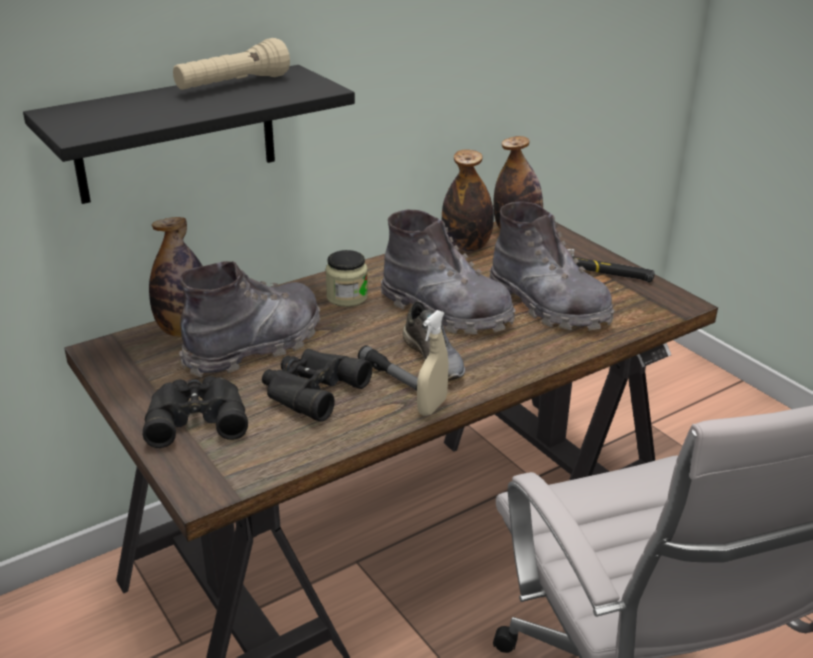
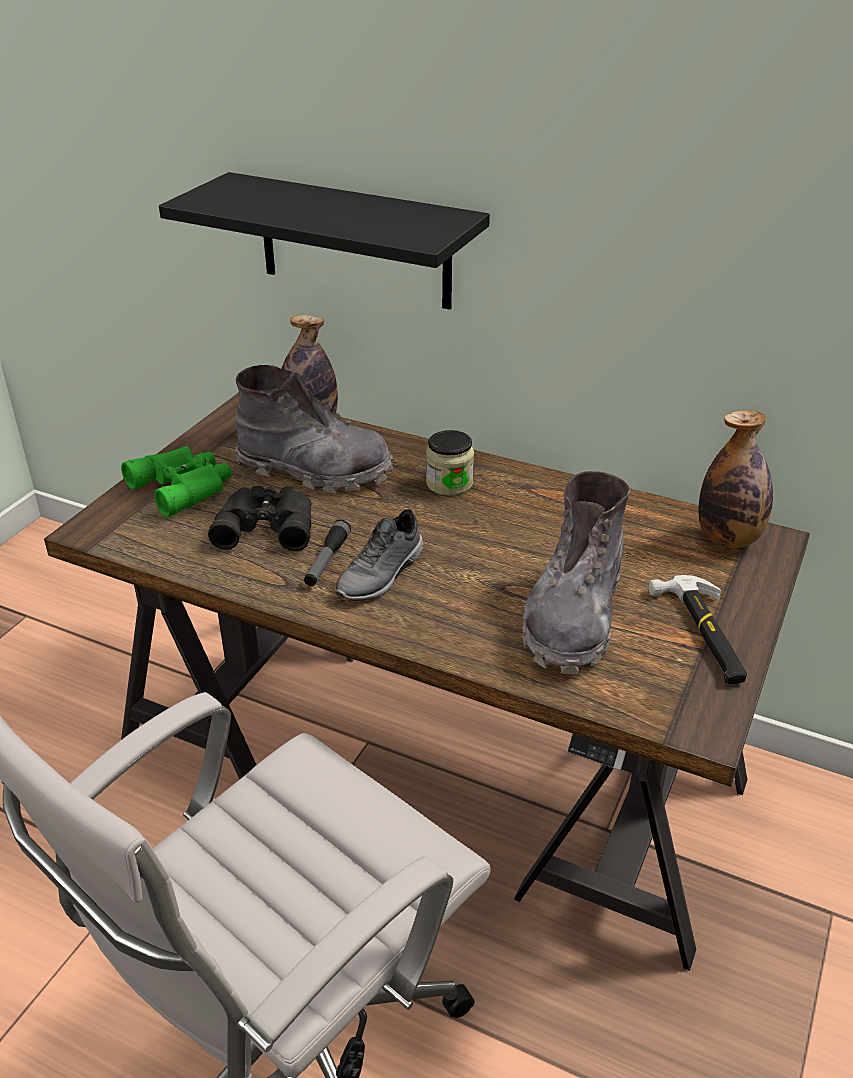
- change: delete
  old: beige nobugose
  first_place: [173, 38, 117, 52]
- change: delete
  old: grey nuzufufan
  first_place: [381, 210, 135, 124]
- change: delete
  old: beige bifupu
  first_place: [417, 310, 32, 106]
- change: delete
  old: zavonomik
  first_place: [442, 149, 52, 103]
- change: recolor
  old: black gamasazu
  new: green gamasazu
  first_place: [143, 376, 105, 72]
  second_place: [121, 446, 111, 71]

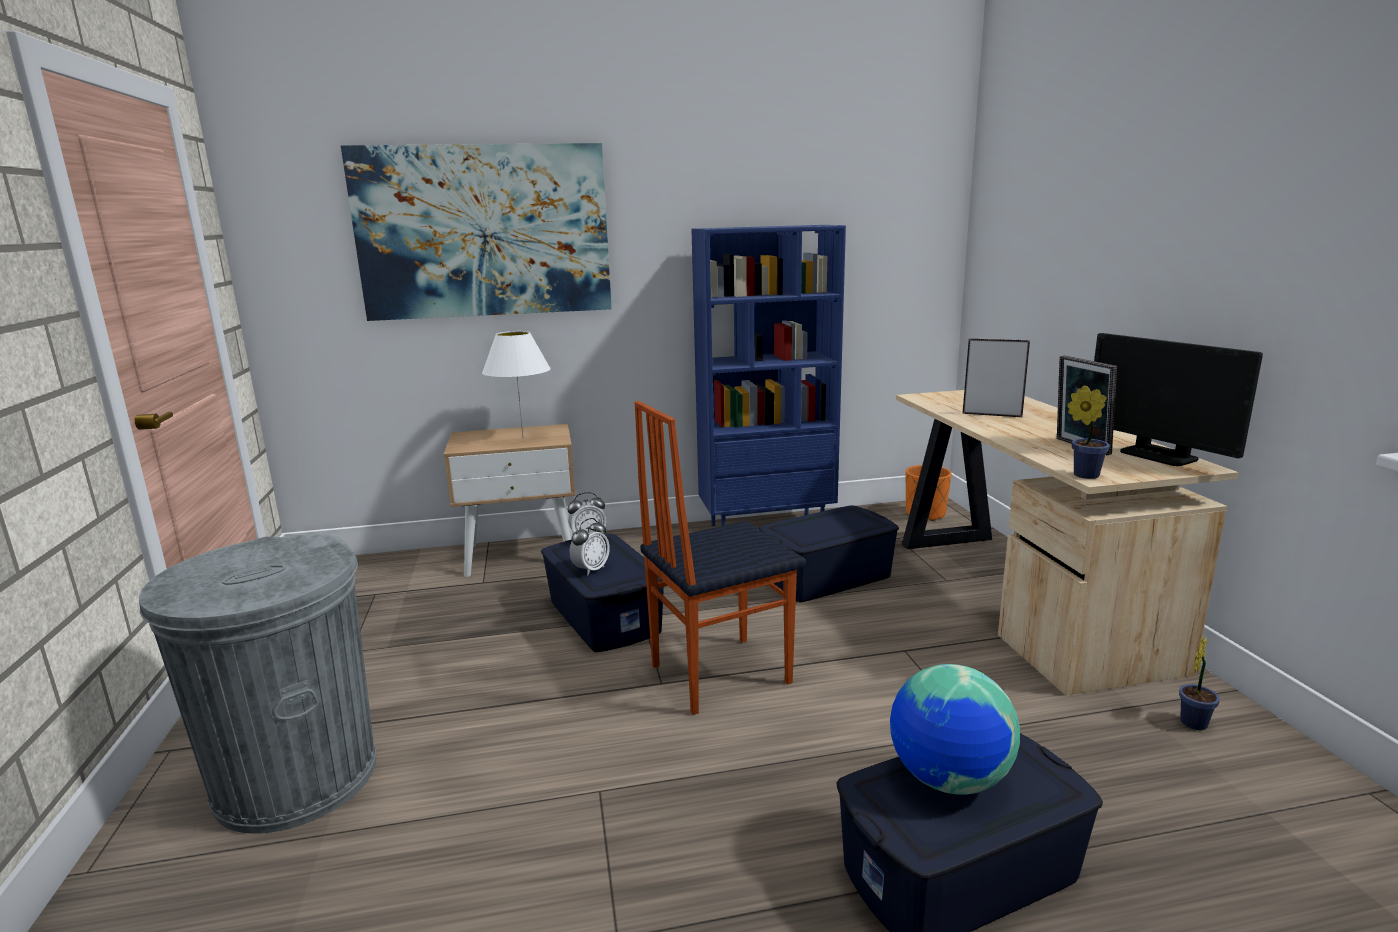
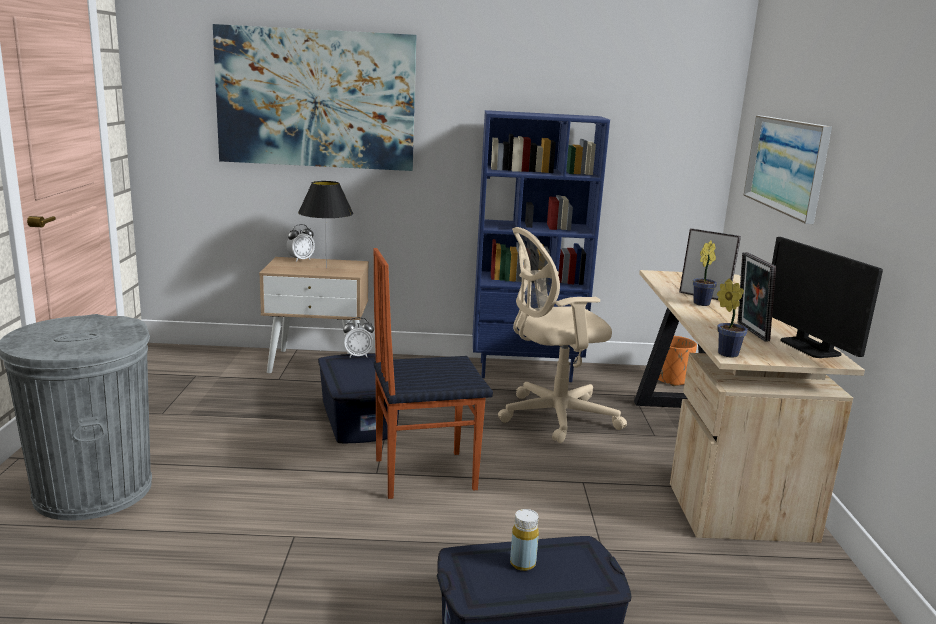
- change: insert
  new: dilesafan
  second_place: [743, 115, 89, 109]
- change: move
  old: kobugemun
  first_place: [569, 518, 41, 57]
  second_place: [286, 224, 29, 38]
- change: move
  old: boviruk
  first_place: [1179, 635, 41, 95]
  second_place: [693, 241, 24, 65]
- change: replace
  old: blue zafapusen
  new: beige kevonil
  first_place: [759, 505, 140, 97]
  second_place: [498, 227, 129, 216]
- change: replace
  old: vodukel
  new: yellow zavonomik
  first_place: [890, 664, 130, 131]
  second_place: [510, 509, 29, 62]
- change: recolor
  old: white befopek
  new: black befopek
  first_place: [482, 331, 69, 106]
  second_place: [298, 181, 55, 87]

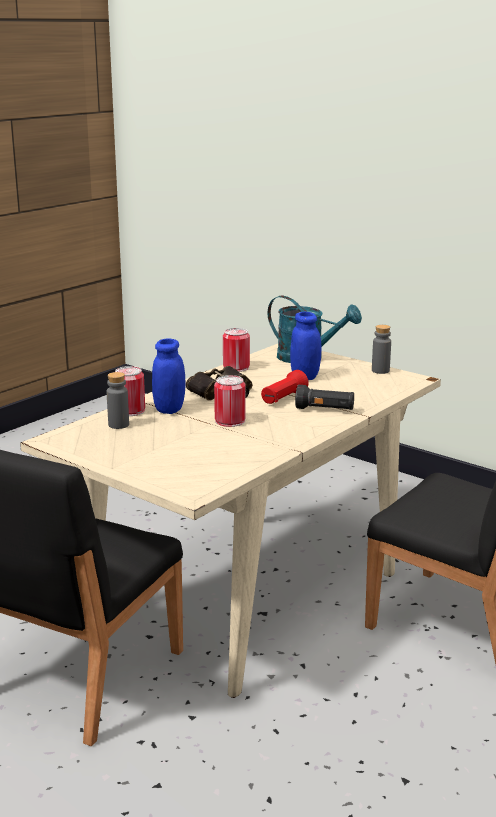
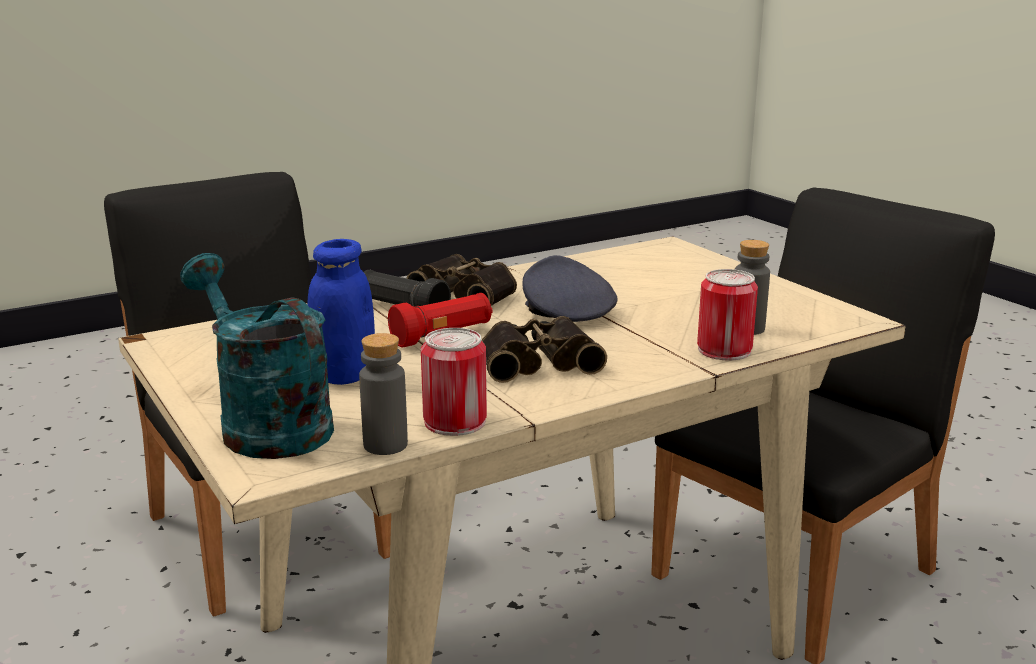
- change: delete
  old: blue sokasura
  first_place: [152, 338, 34, 76]
- change: insert
  new: gamasazu
  second_place: [407, 254, 110, 52]
- change: move
  old: grey zavonomik
  first_place: [372, 325, 19, 49]
  second_place: [359, 333, 49, 122]
- change: replace
  old: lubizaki
  new: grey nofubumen
  first_place: [214, 375, 32, 52]
  second_place: [522, 255, 96, 67]

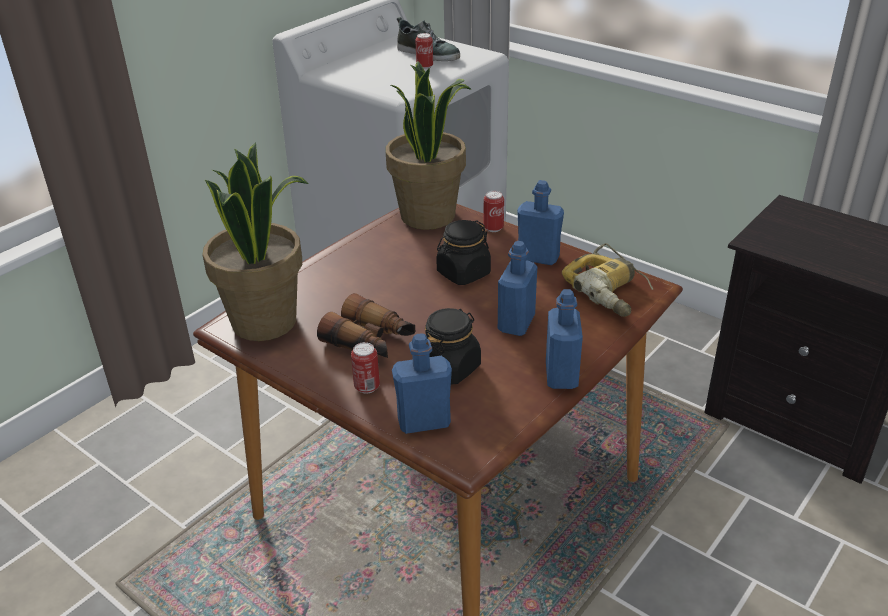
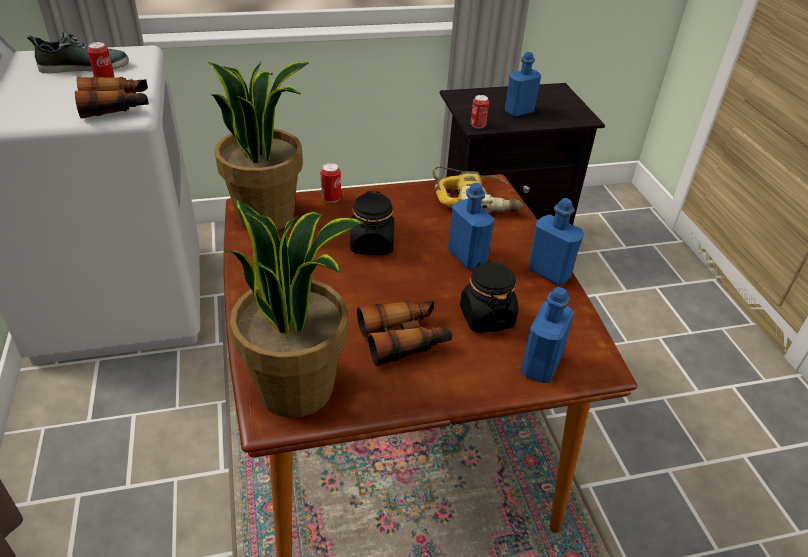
- change: insert
  new: gamasazu
  second_place: [75, 77, 74, 42]
- change: move
  old: lubizaki
  first_place: [351, 342, 29, 52]
  second_place: [471, 95, 18, 33]
- change: move
  old: blue zavonomik
  first_place: [517, 180, 47, 85]
  second_place: [505, 52, 36, 65]

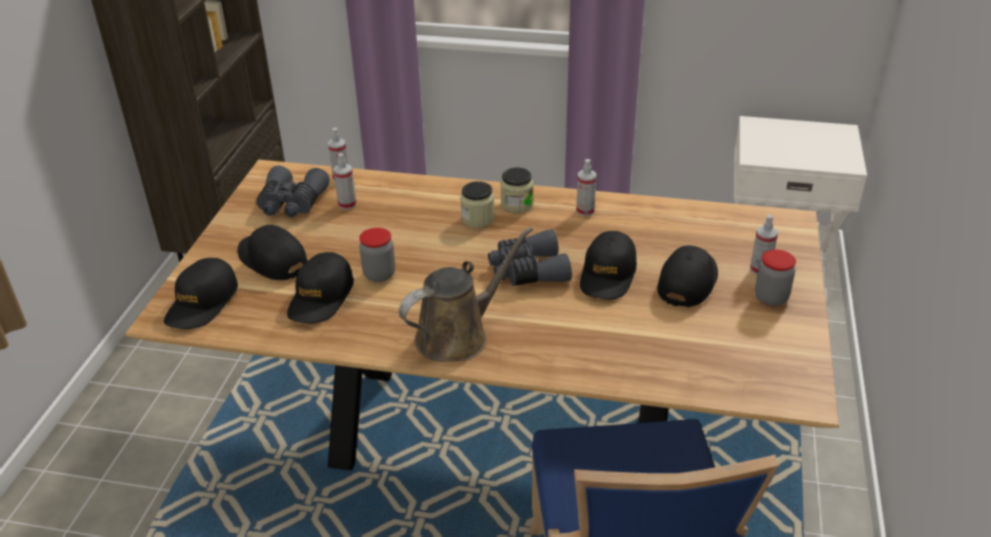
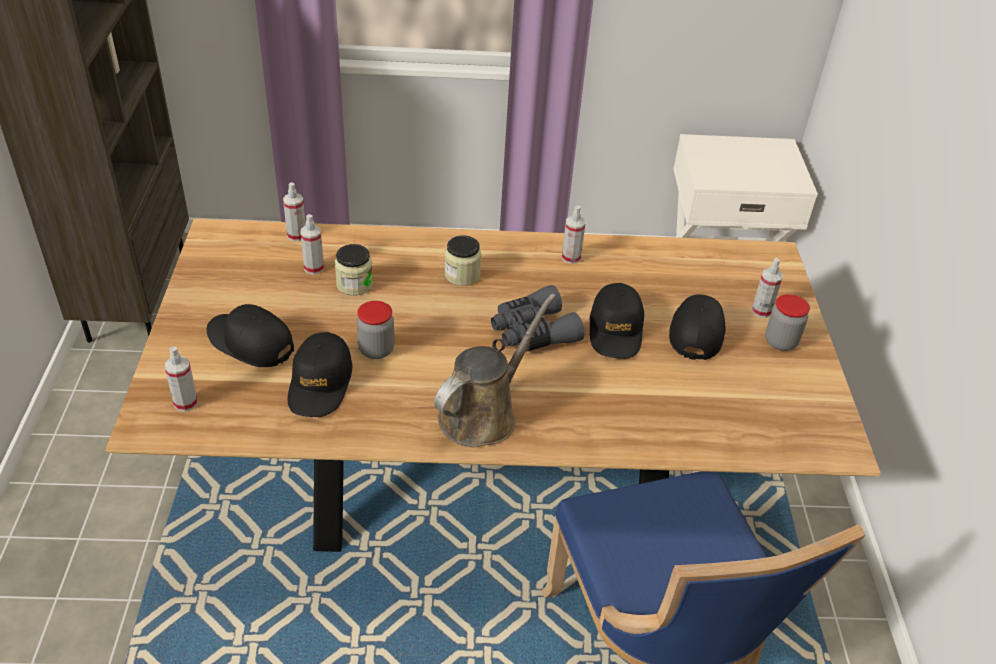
- change: delete
  old: grey gamasazu
  first_place: [256, 166, 74, 51]
- change: move
  old: sokasura
  first_place: [500, 168, 33, 45]
  second_place: [335, 244, 38, 52]
- change: replace
  old: black nofubumen
  new: bifupu
  first_place: [164, 258, 74, 71]
  second_place: [165, 347, 33, 65]

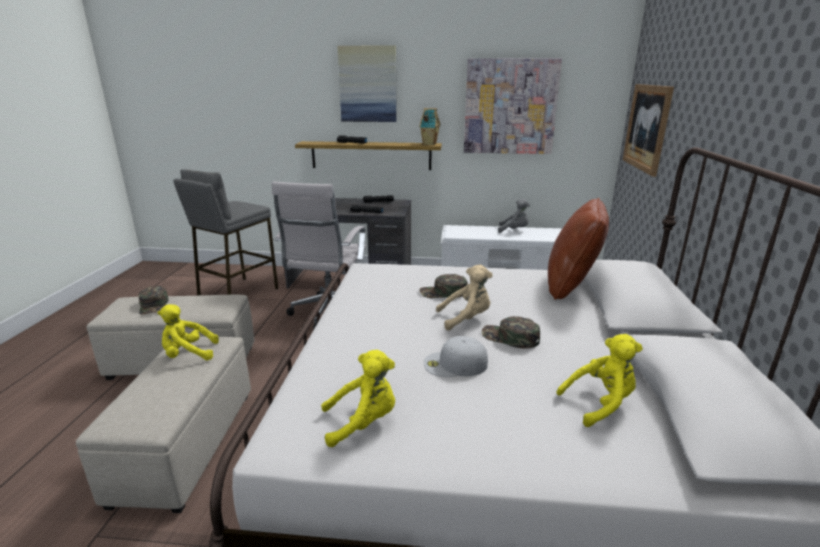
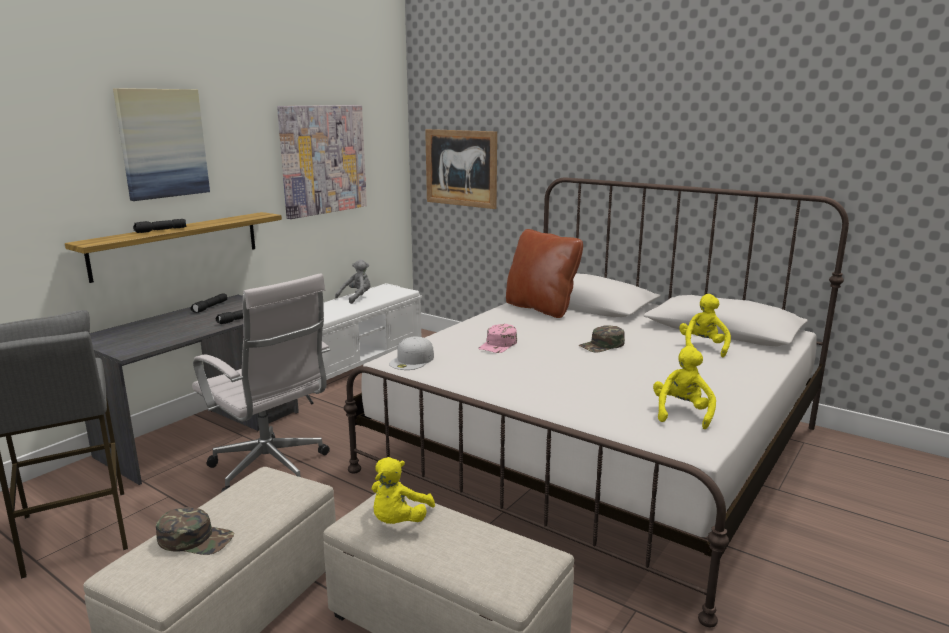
- change: delete
  old: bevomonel
  first_place: [419, 108, 21, 37]
- change: delete
  old: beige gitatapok
  first_place: [436, 265, 57, 65]
- change: move
  old: white nofubumen
  first_place: [424, 336, 64, 41]
  second_place: [389, 336, 45, 34]
- change: recolor
  old: green nofubumen
  new: pink nofubumen
  first_place: [420, 274, 48, 24]
  second_place: [478, 324, 39, 29]

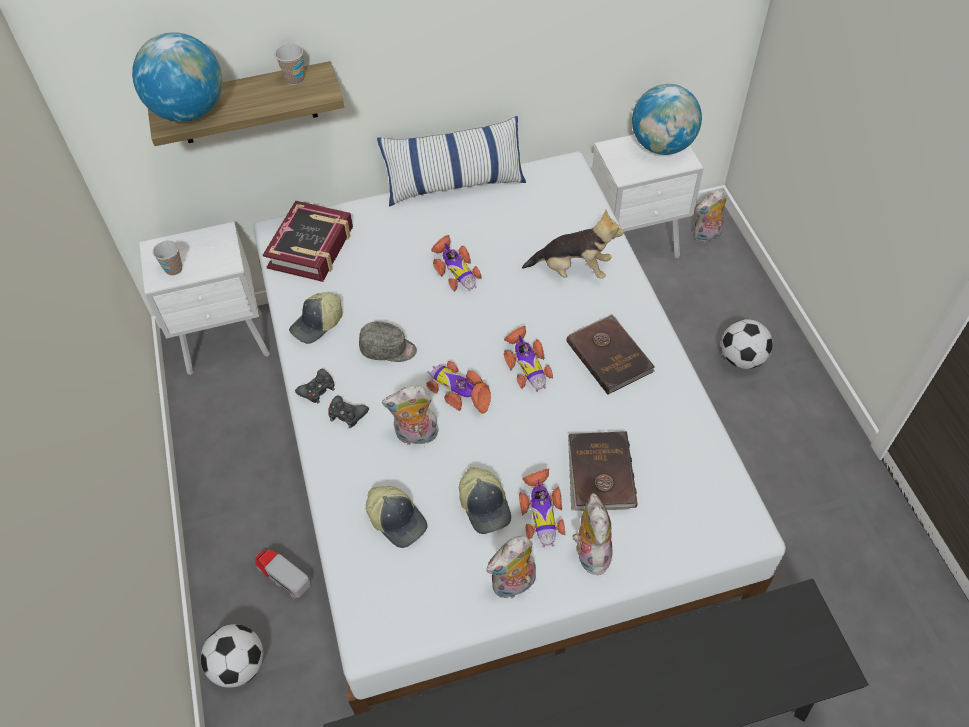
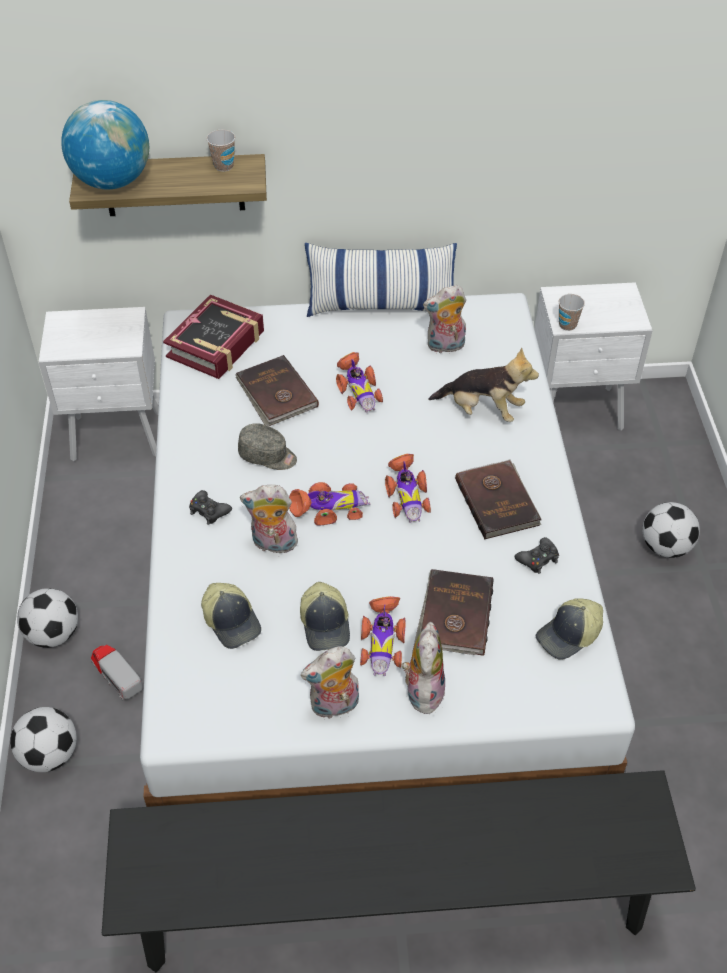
- change: delete
  old: vodukel
  first_place: [632, 84, 70, 71]
- change: insert
  new: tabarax
  second_place: [17, 588, 61, 60]
- change: insert
  new: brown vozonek
  second_place: [235, 355, 84, 71]
- change: move
  old: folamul
  first_place: [153, 240, 29, 36]
  second_place: [559, 294, 26, 37]
- change: move
  old: nofubumen
  first_place: [289, 292, 54, 52]
  second_place: [536, 598, 67, 62]
- change: move
  old: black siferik
  first_place: [295, 369, 40, 34]
  second_place: [515, 537, 44, 37]
- change: move
  old: gitatapok
  first_place: [693, 190, 34, 53]
  second_place: [423, 285, 43, 68]
- change: rotate
  old: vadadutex
  first_place: [427, 361, 64, 53]
  second_place: [289, 482, 81, 44]
  degrees: 120

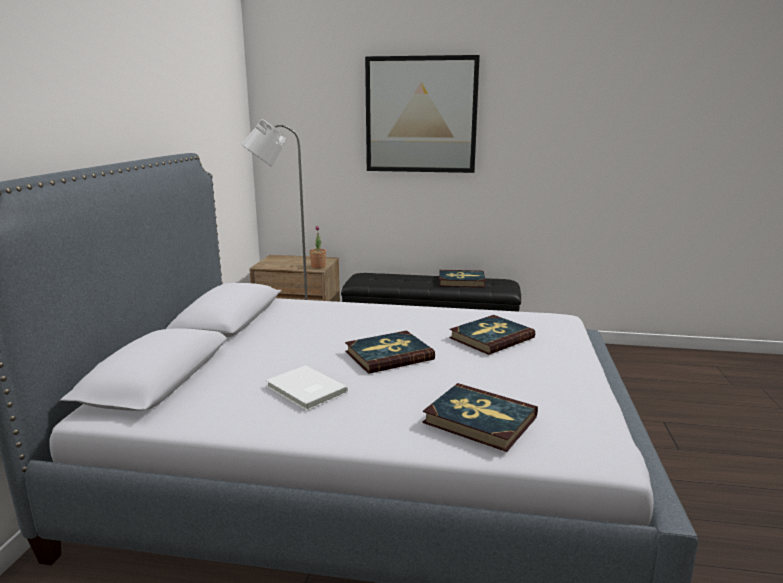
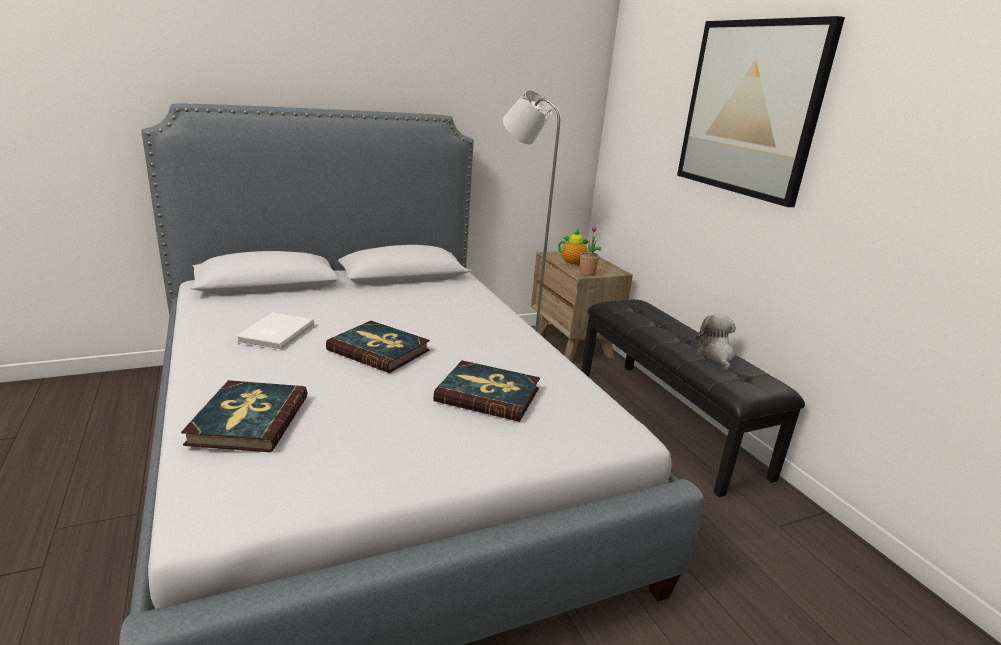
- change: insert
  new: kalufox
  second_place: [558, 229, 43, 37]
- change: replace
  old: vozonek
  new: gitatapok
  first_place: [439, 270, 47, 17]
  second_place: [695, 314, 41, 57]

